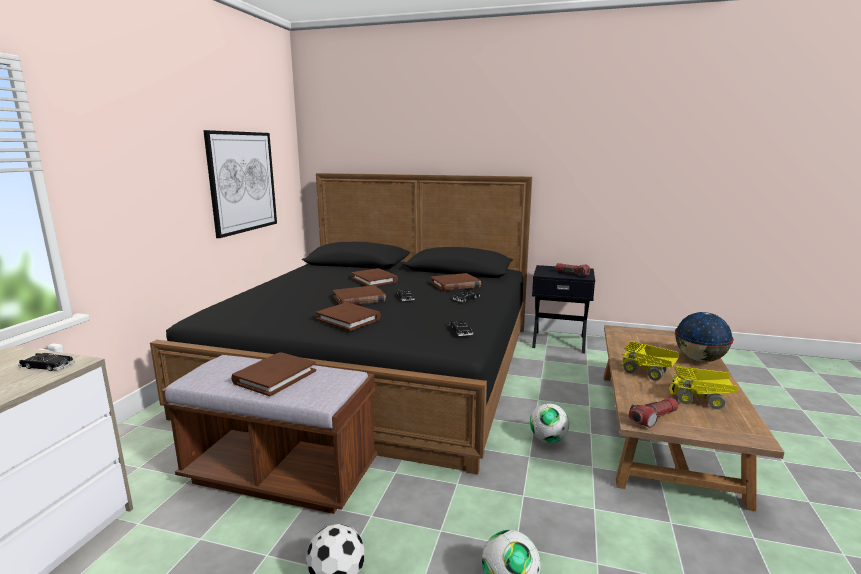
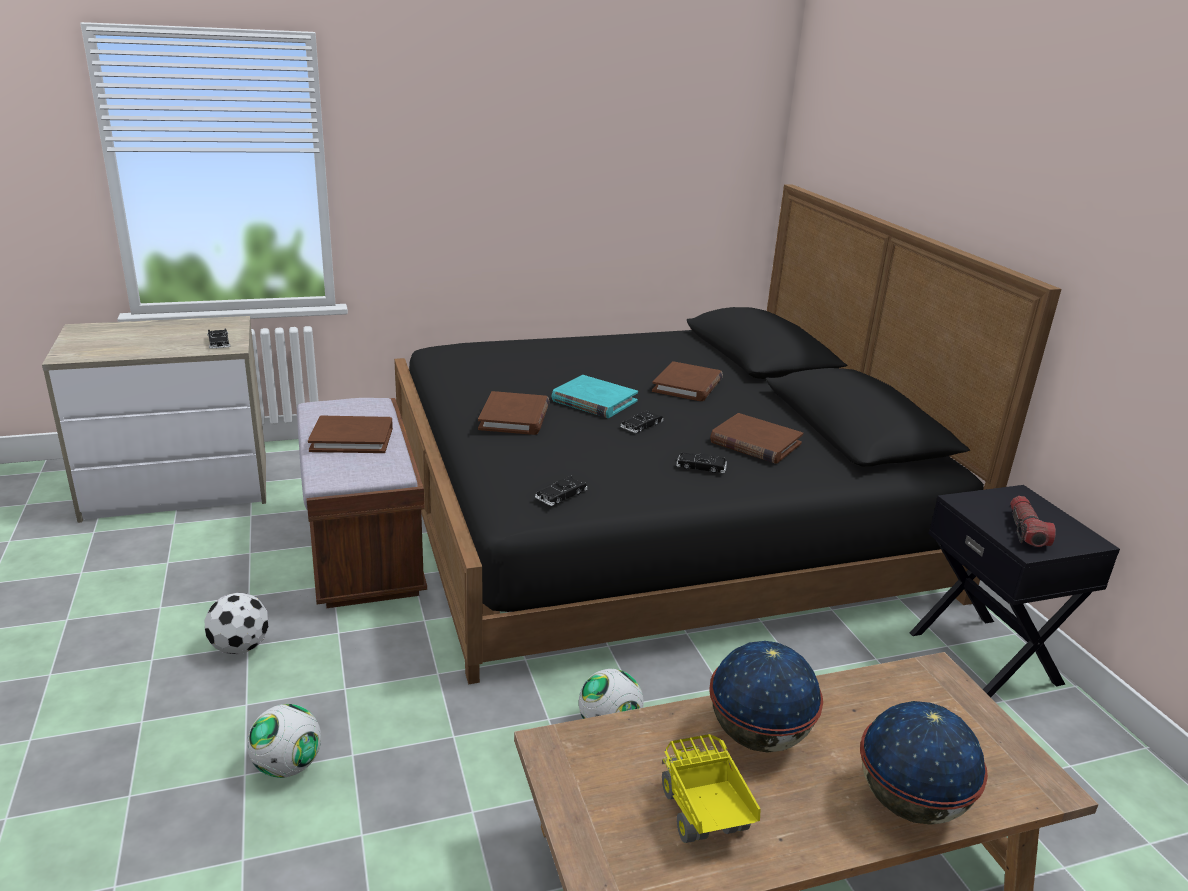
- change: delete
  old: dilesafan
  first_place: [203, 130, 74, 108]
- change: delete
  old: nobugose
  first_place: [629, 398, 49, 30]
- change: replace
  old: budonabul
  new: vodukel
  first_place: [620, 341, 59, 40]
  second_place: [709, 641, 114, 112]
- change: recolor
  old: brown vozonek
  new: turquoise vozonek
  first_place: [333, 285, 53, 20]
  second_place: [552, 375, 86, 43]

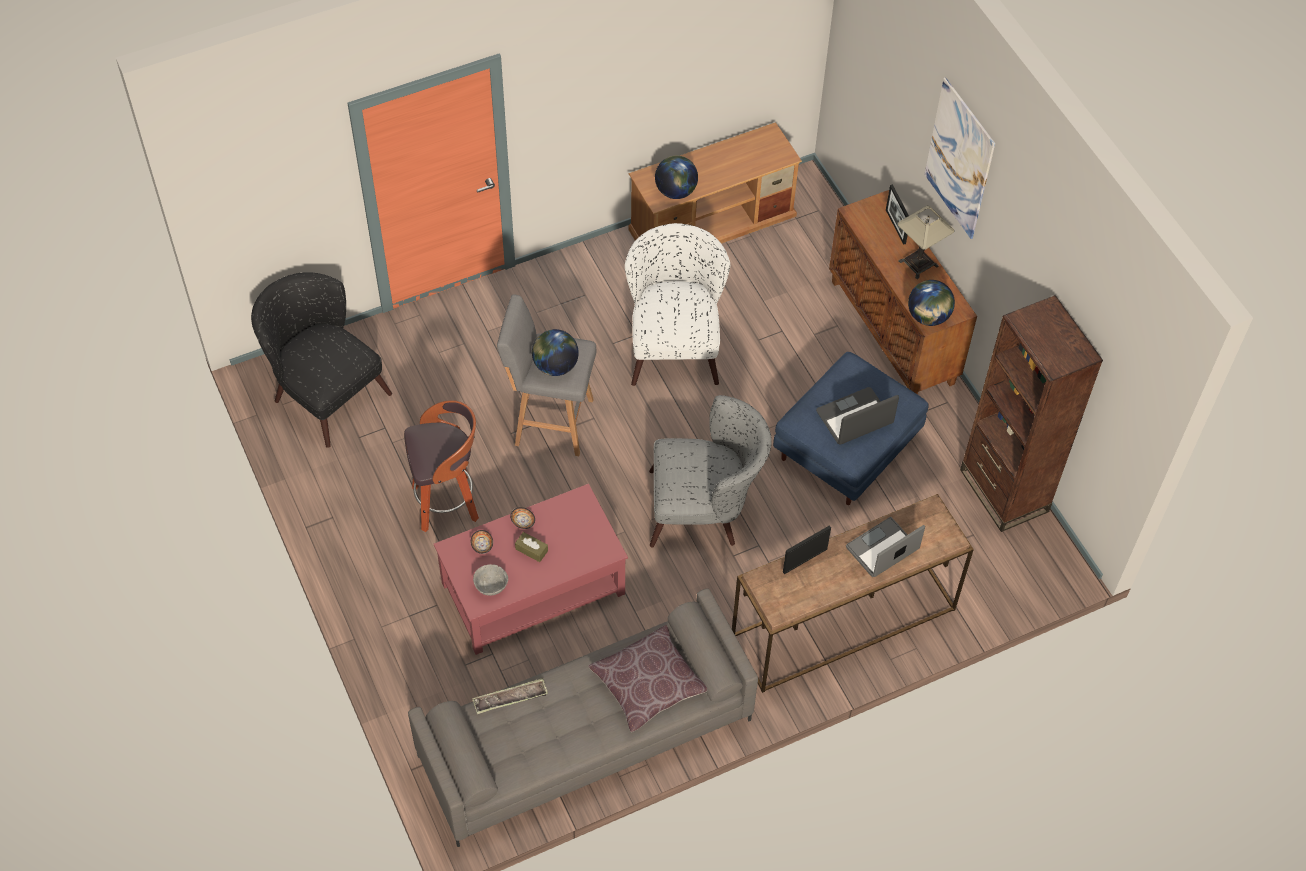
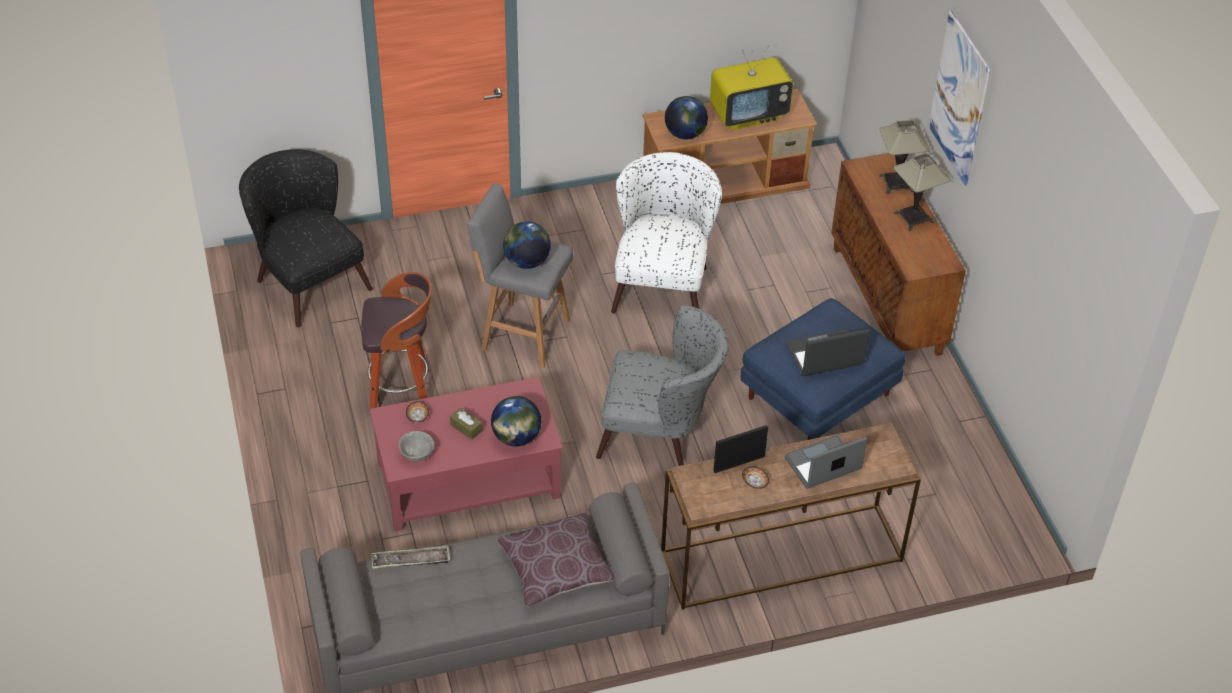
- change: delete
  old: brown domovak
  first_place: [960, 295, 143, 237]
- change: insert
  new: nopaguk
  second_place: [710, 45, 83, 85]
- change: move
  old: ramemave
  first_place: [510, 507, 25, 22]
  second_place: [742, 466, 27, 23]
- change: move
  old: vodukel
  first_place: [908, 280, 47, 46]
  second_place: [491, 396, 50, 50]
- change: replace
  old: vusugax
  new: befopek
  first_place: [886, 184, 23, 61]
  second_place: [879, 120, 51, 74]

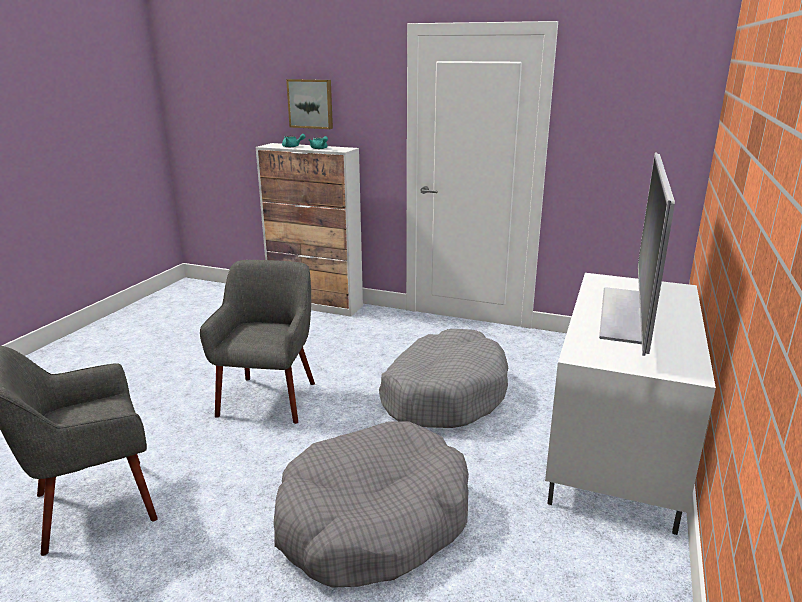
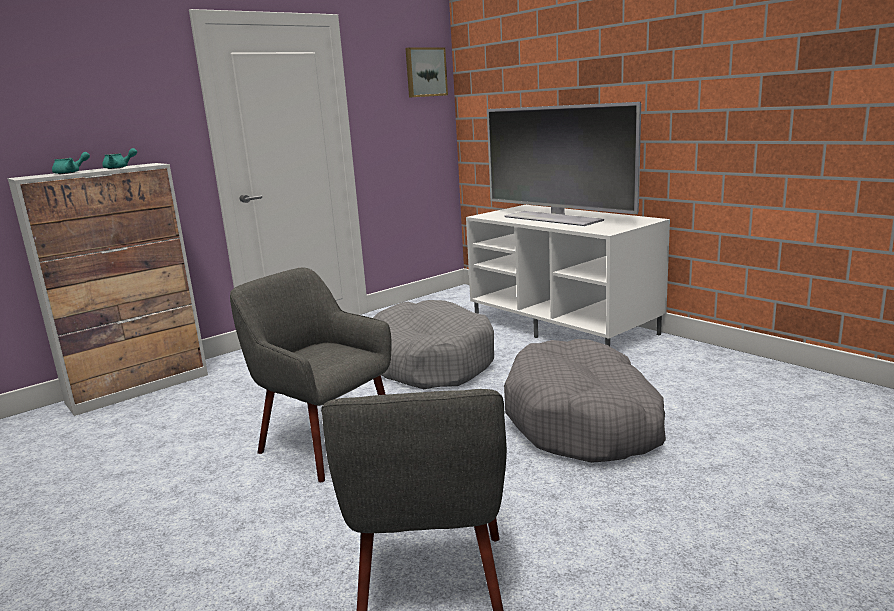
- change: move
  old: dilesafan
  first_place: [286, 79, 47, 50]
  second_place: [405, 47, 43, 51]

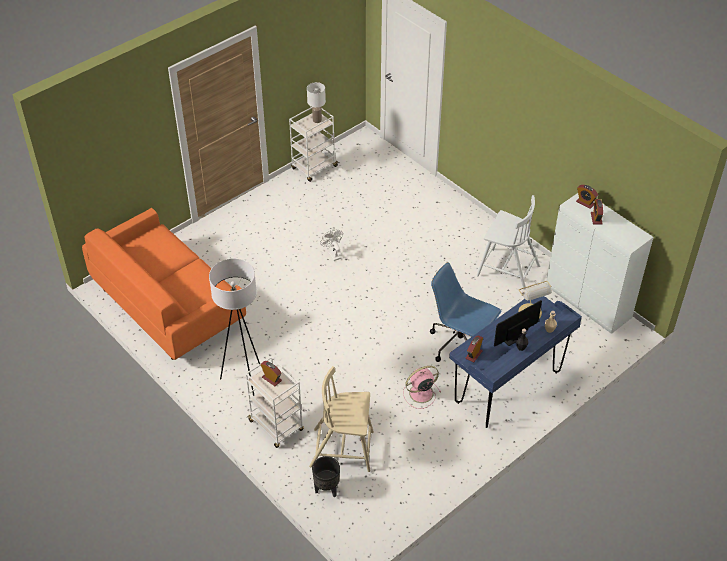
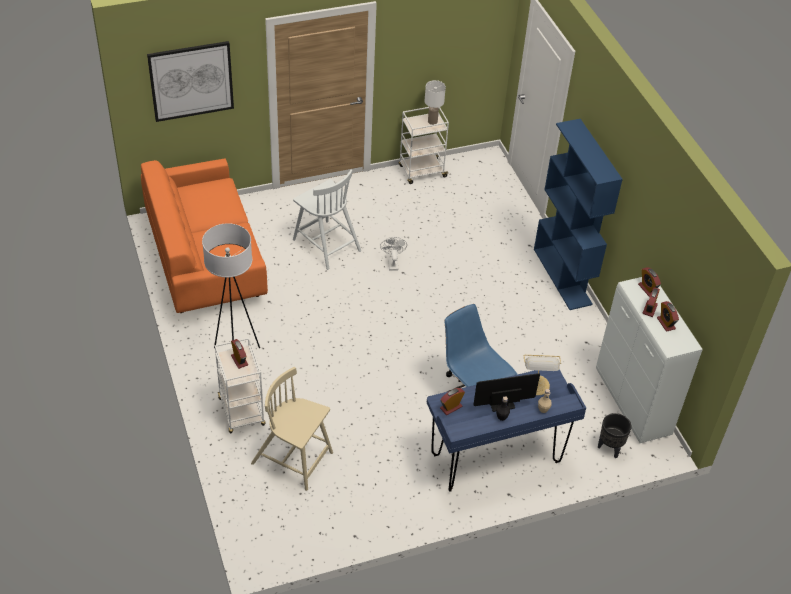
- change: delete
  old: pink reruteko
  first_place: [403, 366, 38, 43]
- change: insert
  new: dilesafan
  second_place: [147, 41, 87, 81]
- change: insert
  new: blue domovak
  second_place: [534, 119, 89, 191]
- change: insert
  new: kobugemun
  second_place: [657, 301, 22, 31]
- change: move
  old: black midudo
  first_place: [312, 456, 28, 42]
  second_place: [598, 413, 34, 45]
- change: move
  old: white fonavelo
  first_place: [477, 195, 63, 95]
  second_place: [293, 170, 68, 100]

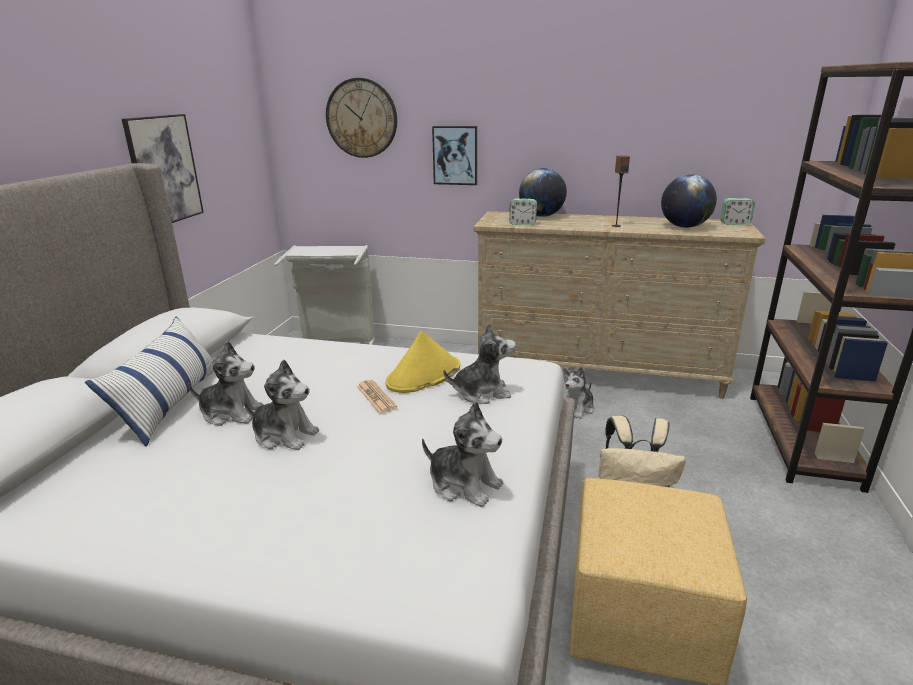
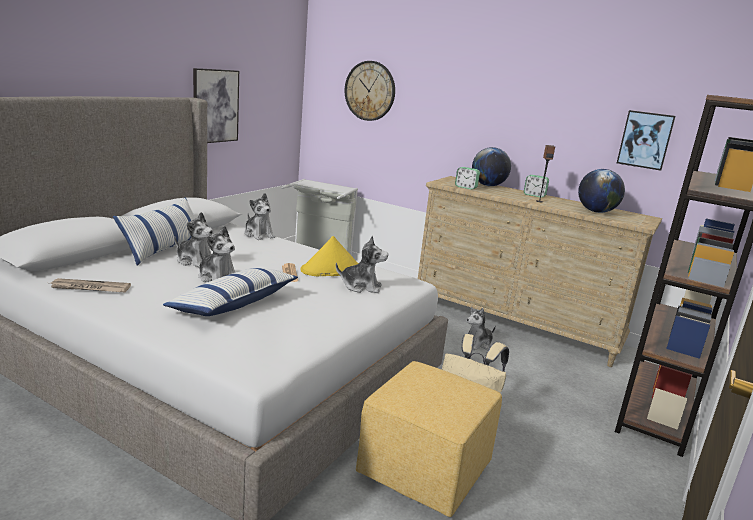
- change: insert
  new: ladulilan
  second_place: [50, 278, 81, 14]
- change: insert
  new: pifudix
  second_place: [163, 268, 135, 48]
- change: move
  old: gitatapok
  first_place: [422, 401, 81, 106]
  second_place: [244, 193, 31, 47]
- change: move
  old: dilesafan
  first_place: [432, 126, 45, 59]
  second_place: [617, 110, 59, 61]
- change: move
  old: kobugemun
  first_place: [720, 198, 35, 27]
  second_place: [524, 175, 25, 22]

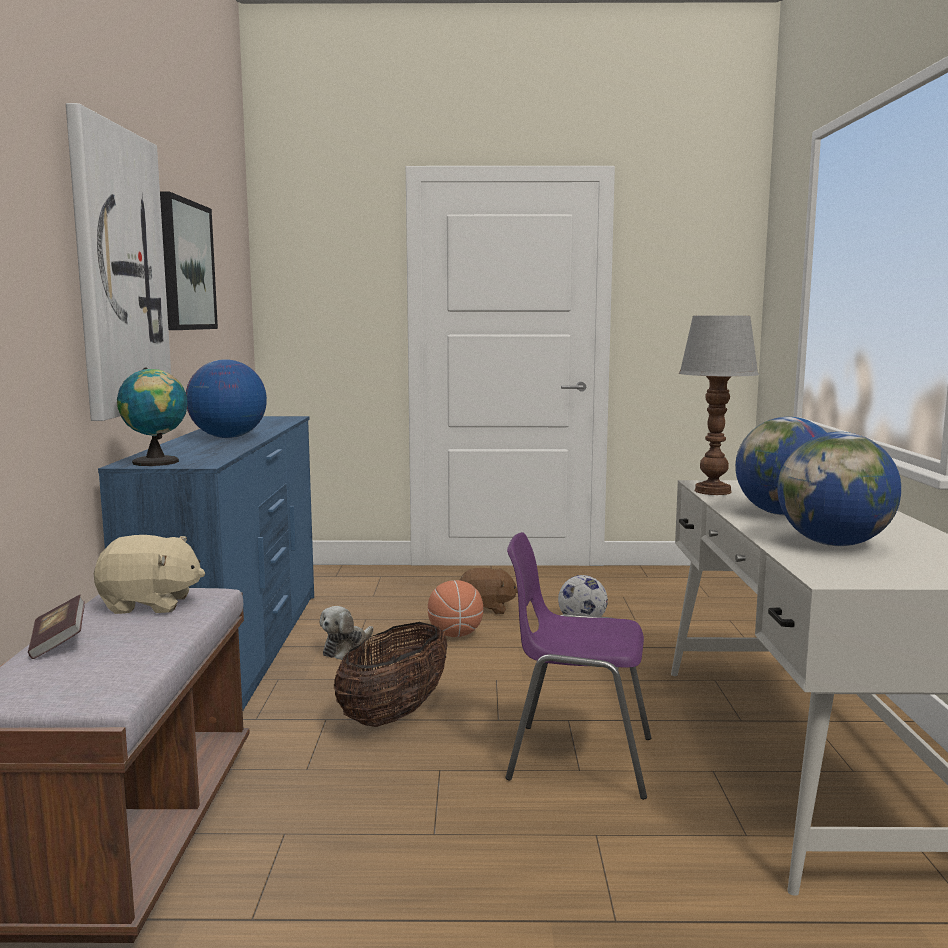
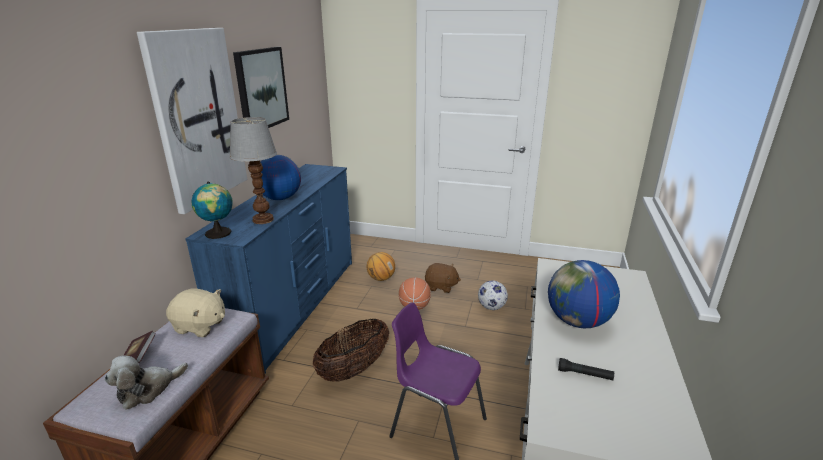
- change: insert
  new: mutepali
  second_place: [367, 252, 28, 29]
- change: move
  old: gitatapok
  first_place: [320, 606, 53, 54]
  second_place: [105, 355, 83, 55]
- change: move
  old: befopek
  first_place: [679, 315, 80, 180]
  second_place: [229, 117, 48, 107]
- change: replace
  old: vodukel
  new: black nobugose
  first_place: [777, 432, 124, 114]
  second_place: [558, 358, 56, 23]

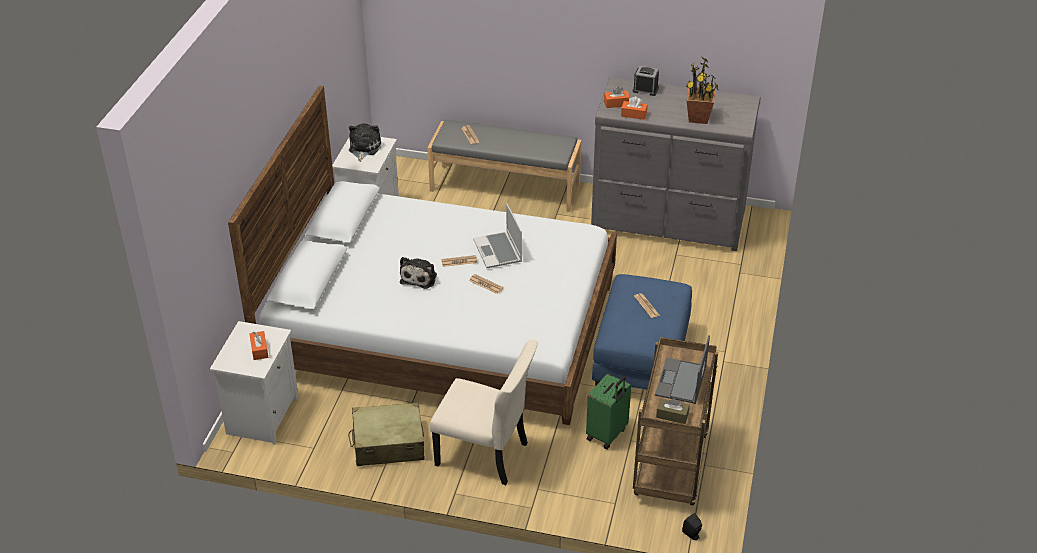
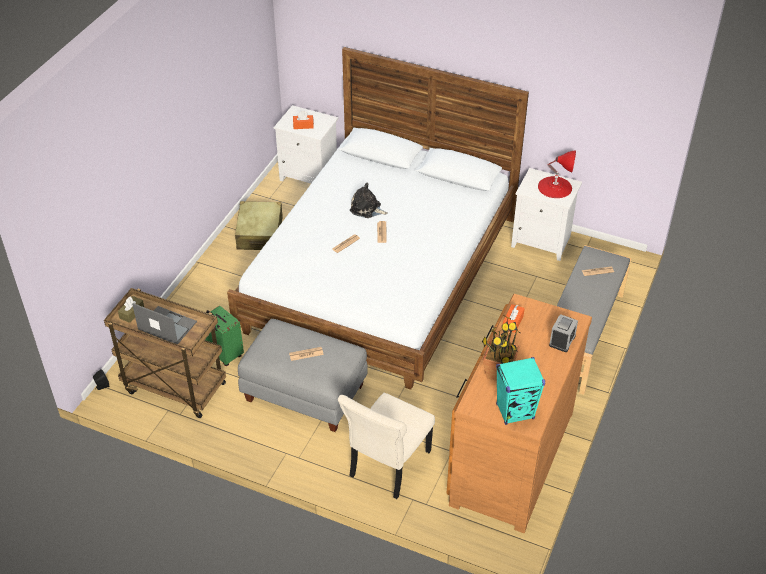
- change: delete
  old: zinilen
  first_place: [473, 203, 49, 65]
- change: delete
  old: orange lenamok
  first_place: [604, 87, 26, 21]
- change: insert
  new: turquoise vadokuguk
  second_place: [496, 357, 49, 68]
- change: move
  old: beige fonavelo
  first_place: [430, 339, 108, 146]
  second_place: [338, 393, 97, 106]
- change: replace
  old: gitatapok
  new: red befopek
  first_place: [349, 123, 32, 39]
  second_place: [538, 151, 38, 47]
- change: recolor
  old: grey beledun
  new: brown beledun
  first_place: [591, 78, 170, 173]
  second_place: [446, 294, 146, 239]
- change: recolor
  old: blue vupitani
  new: grey vupitani
  first_place: [592, 274, 100, 116]
  second_place: [238, 319, 130, 113]

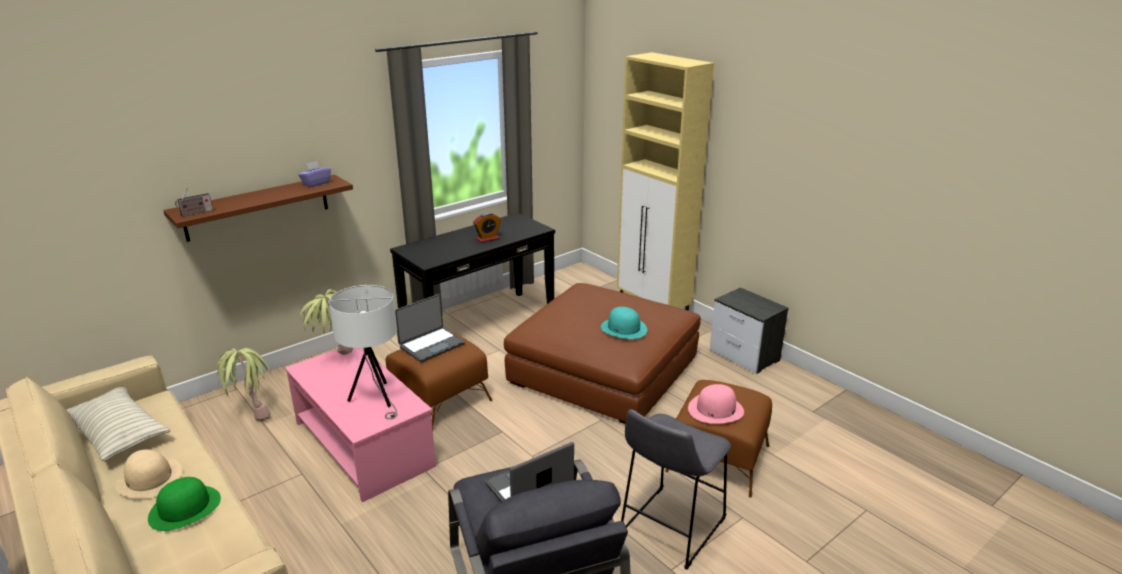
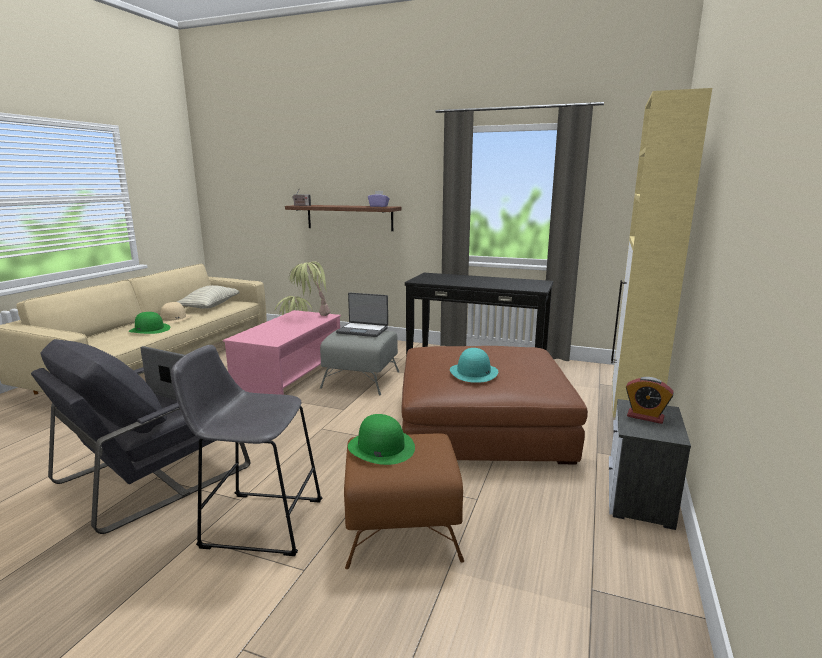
- change: delete
  old: white befopek
  first_place: [329, 285, 68, 134]
- change: move
  old: kobugemun
  first_place: [473, 213, 28, 30]
  second_place: [626, 377, 48, 47]
- change: recolor
  old: brown vupitani
  new: grey vupitani
  first_place: [386, 332, 107, 97]
  second_place: [320, 329, 80, 66]
- change: recolor
  old: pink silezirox
  new: green silezirox
  first_place: [688, 384, 56, 40]
  second_place: [348, 414, 67, 51]

